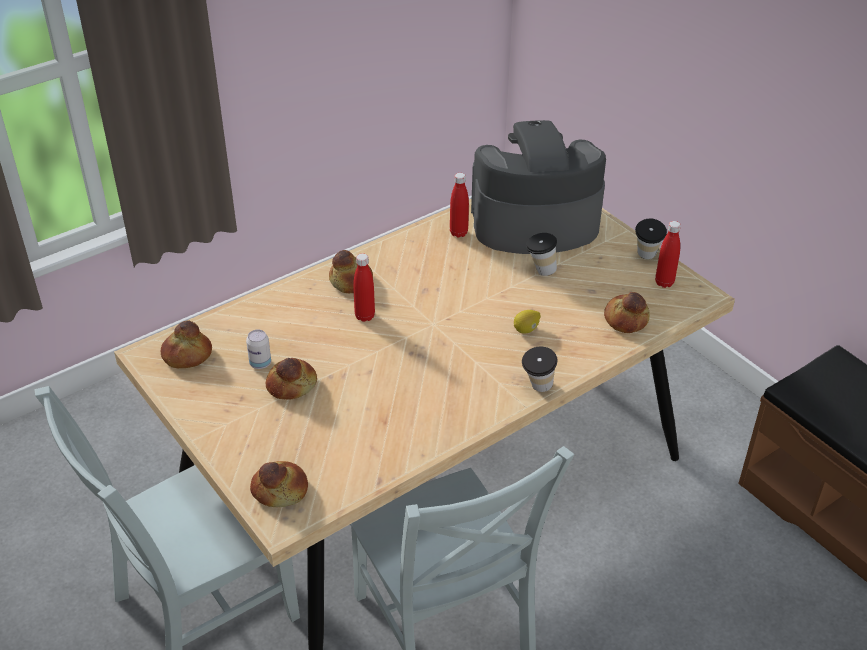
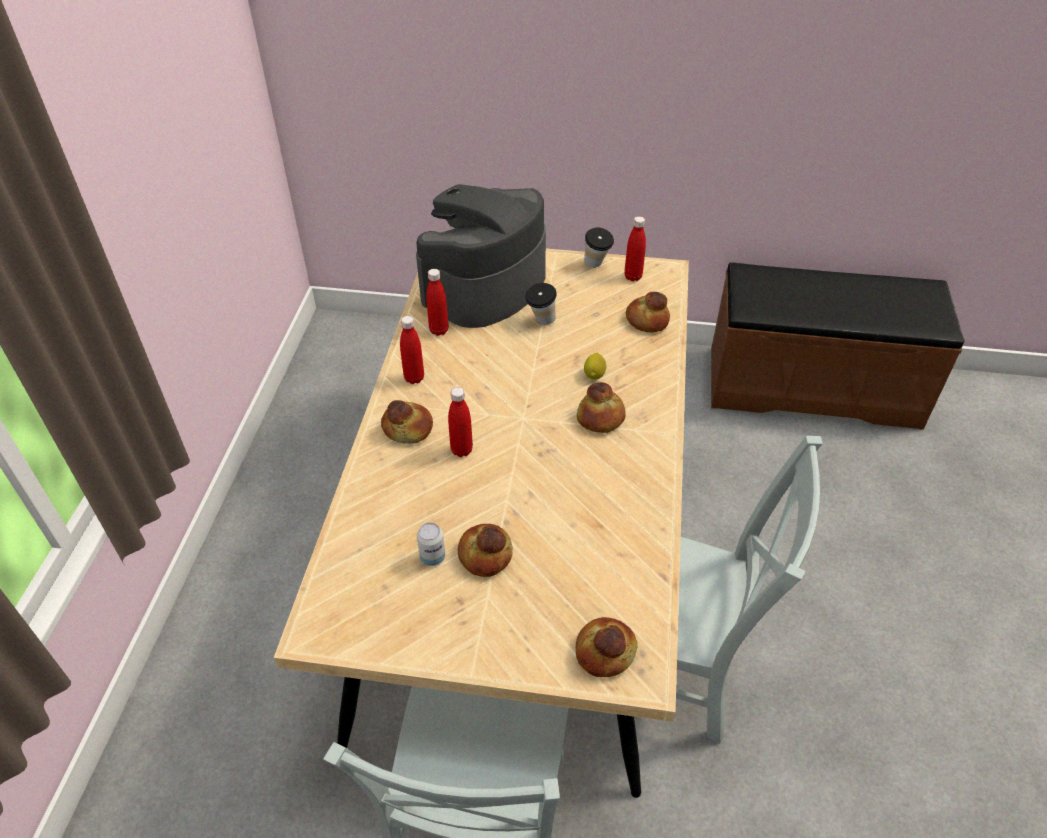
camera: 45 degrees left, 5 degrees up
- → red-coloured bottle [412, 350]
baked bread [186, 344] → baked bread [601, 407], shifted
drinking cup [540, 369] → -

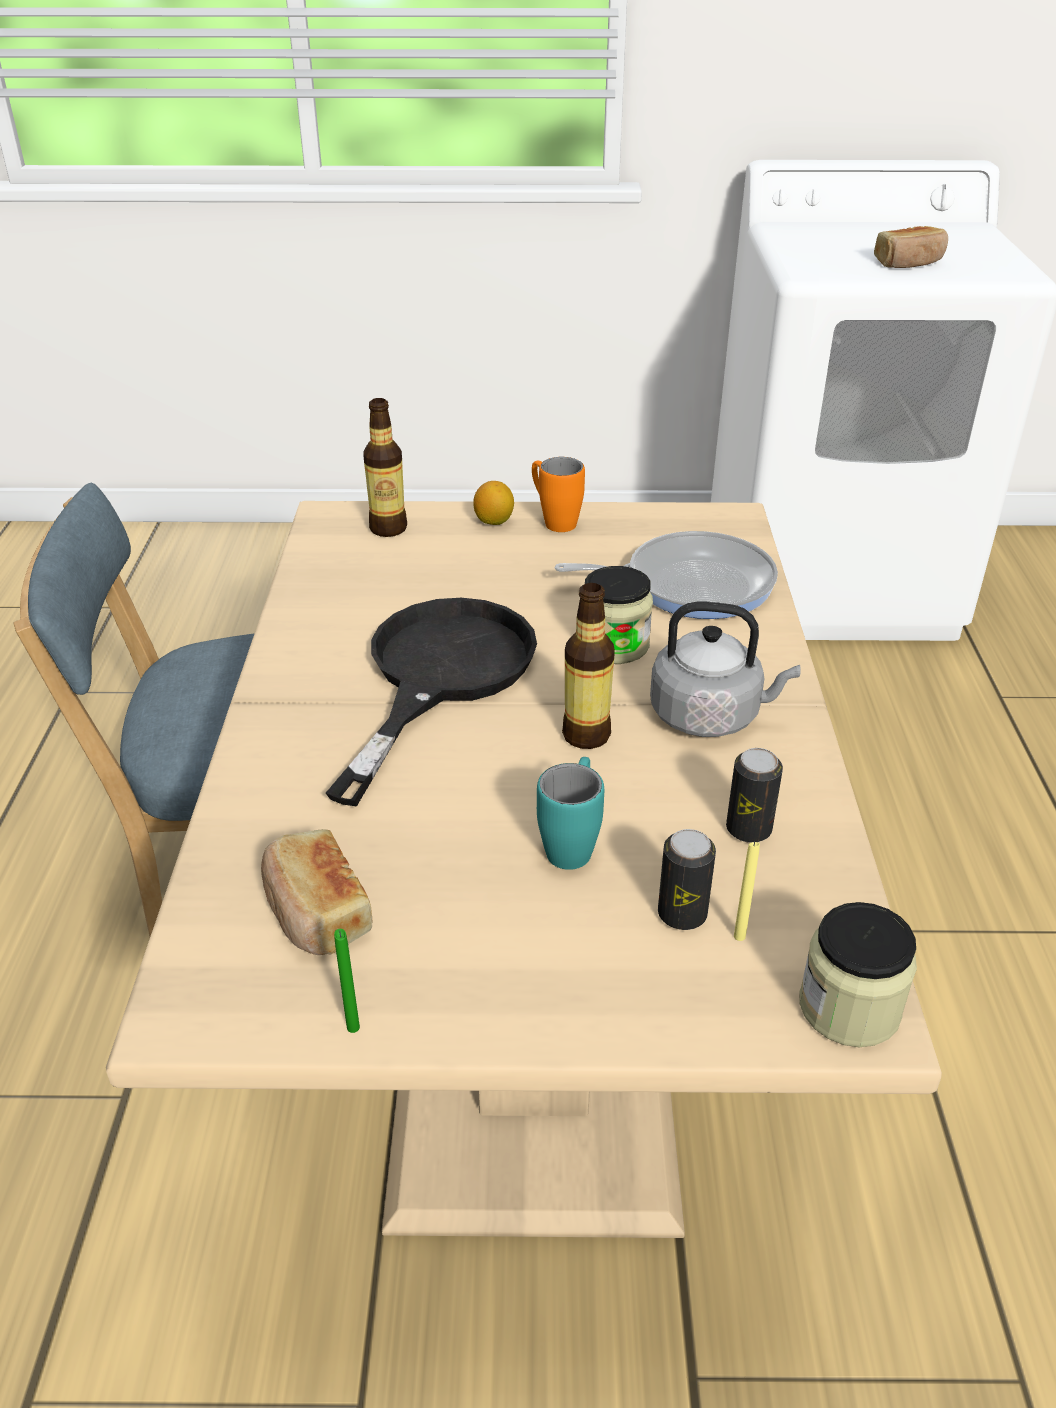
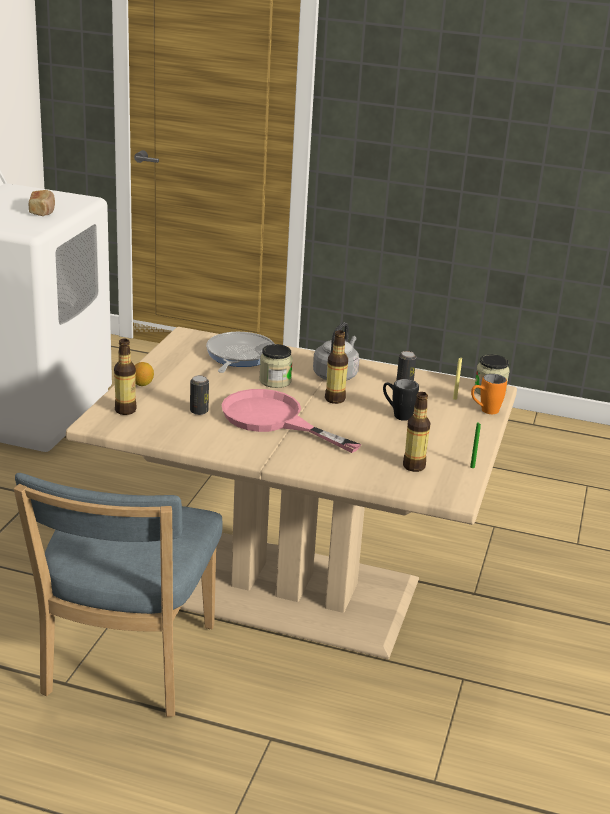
camera: 75 degrees left, 10 degrees down
sealed can [687, 879] → sealed can [199, 395], shifted
black skillet [431, 702] → pink-coloured skillet [291, 421]
turquoise mug [570, 813] → black mug [401, 400]
baked bread [316, 892] → bottle [417, 432]
orange-coloured mug [558, 494] → orange-coloured mug [489, 394], shifted

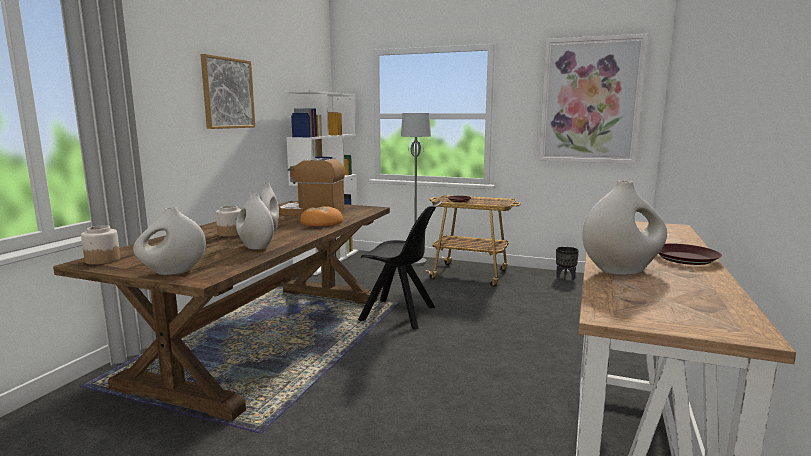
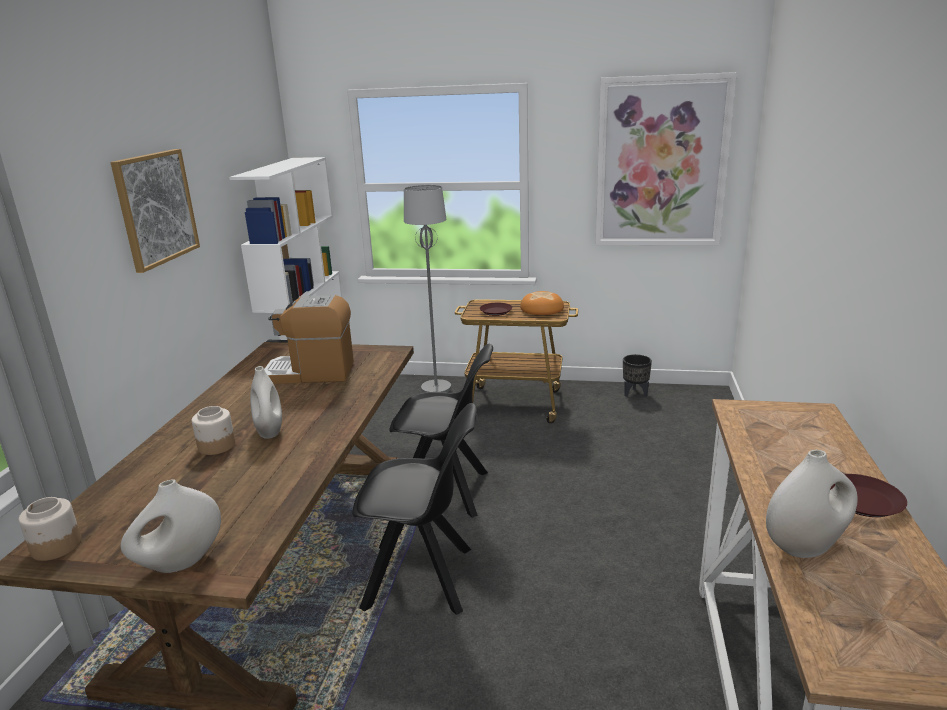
camera: 10 degrees left, 10 degrees up
- → black upright chair [414, 509]
baked bread [321, 216] → baked bread [542, 303], shifted
white-coloured flower vase [255, 221] → -

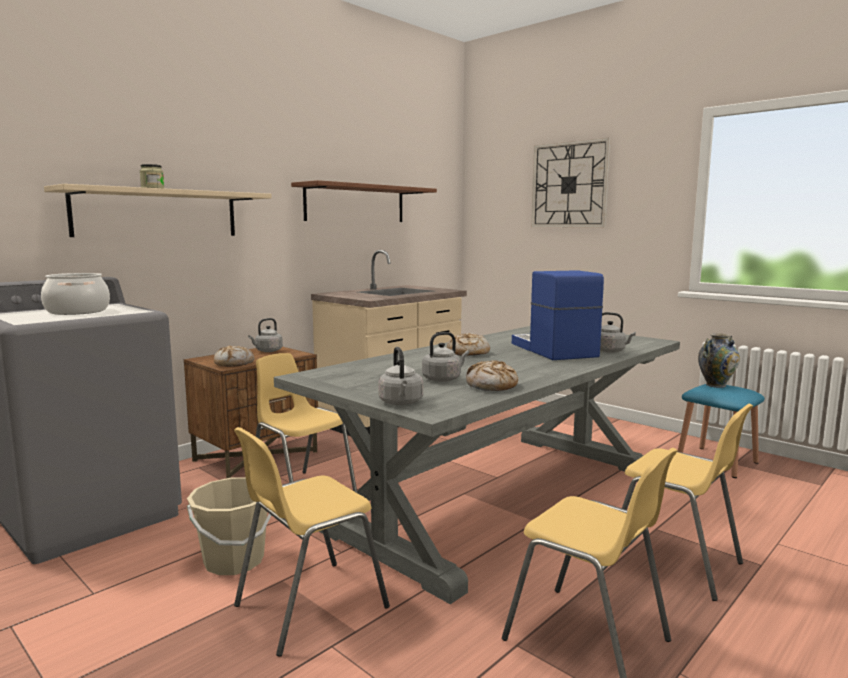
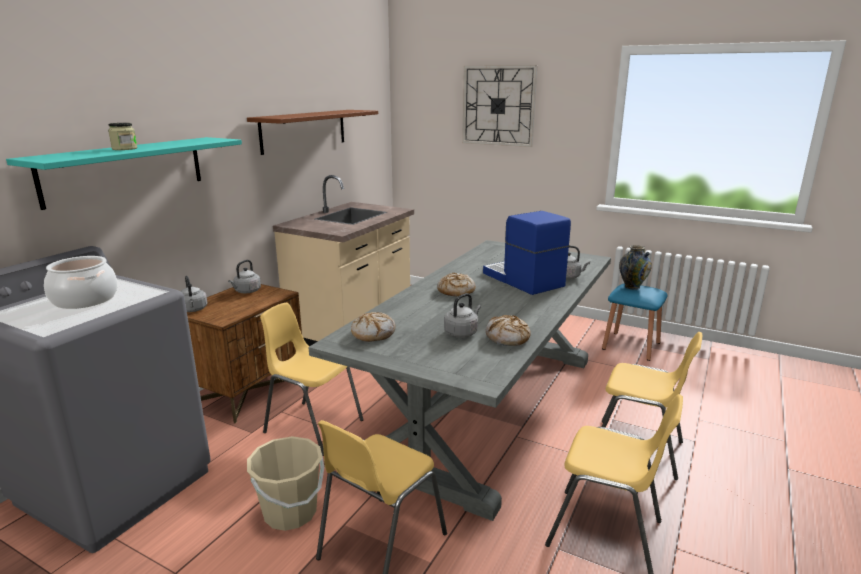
camera: 15 degrees left, 10 degrees up
beige-coloured shelf [158, 210] → turquoise shelf [124, 173]
grey kettle [400, 376] → grey kettle [193, 294], shifted
baked bread [234, 356] → baked bread [373, 327], shifted

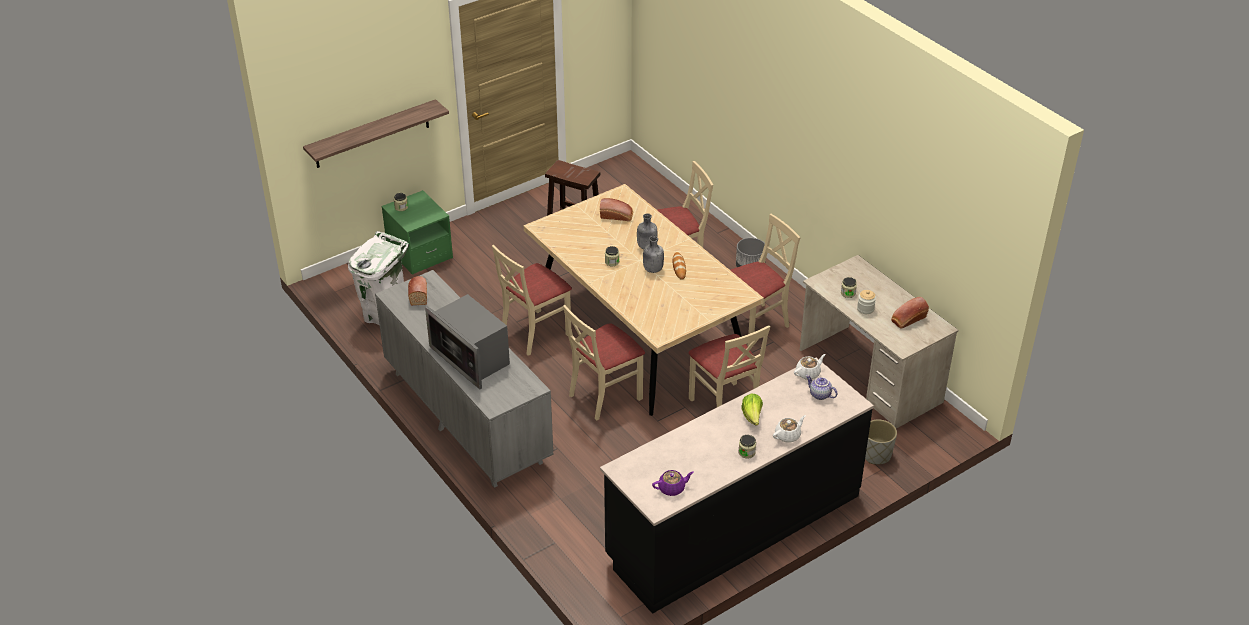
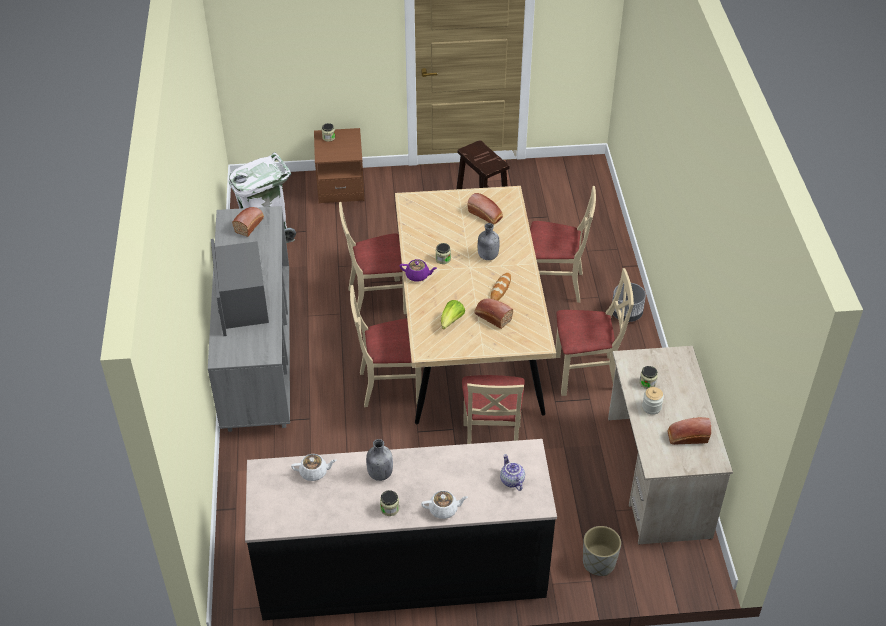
camera: 30 degrees right, 5 degrees up
white-coloured tea pot [810, 367] → white-coloured tea pot [314, 467], shifted
green-coloured night table [417, 232] → brown-coloured night table [339, 165]
grey bottle [653, 254] → grey bottle [379, 460], shifted
purplish tea pot [673, 483] → purplish tea pot [418, 270], shifted
head of lettuce [752, 410] → head of lettuce [453, 314], shifted
- → baked bread [493, 313]
shelf [376, 133] → -

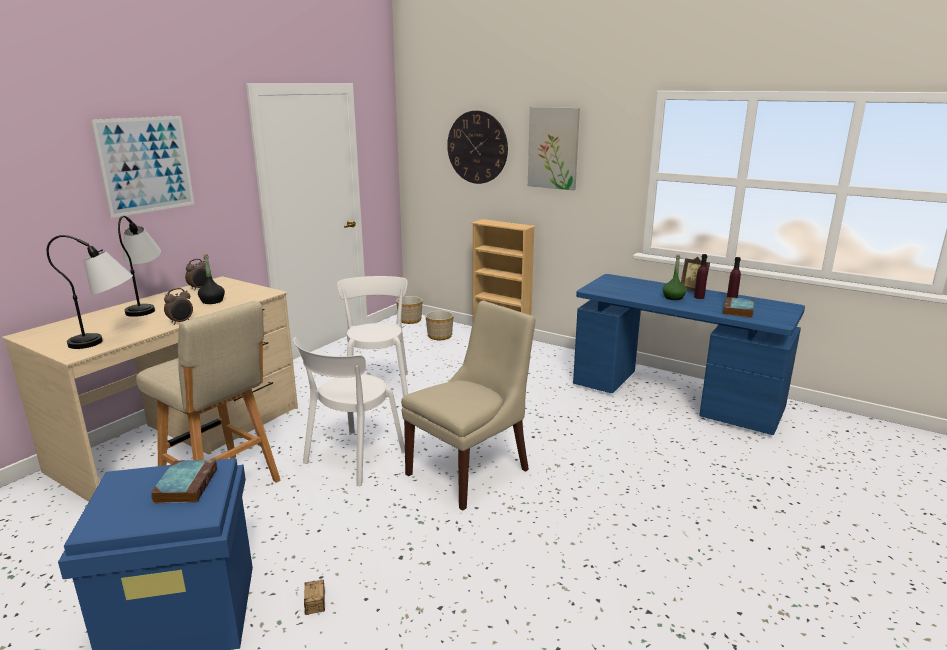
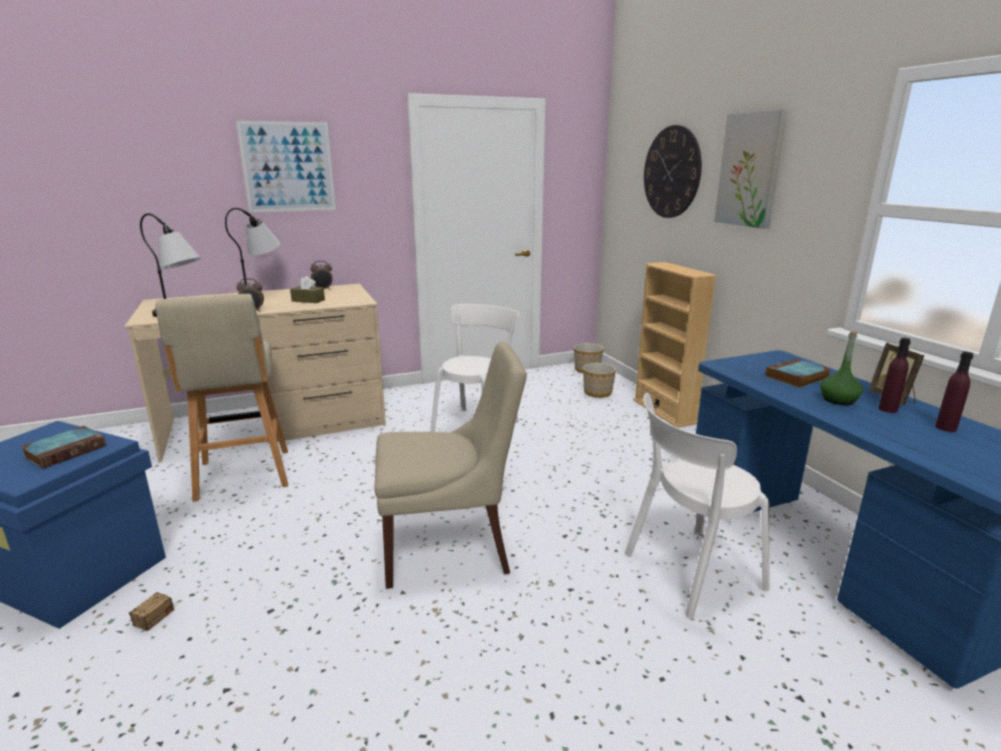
camera: 35 degrees right, 0 degrees up
black bottle [211, 279] → brown-coloured tissue holder [307, 289]
white-coloured upright chair [349, 411] → white-coloured upright chair [697, 506], shifted
bound book [738, 307] → bound book [798, 373], shifted

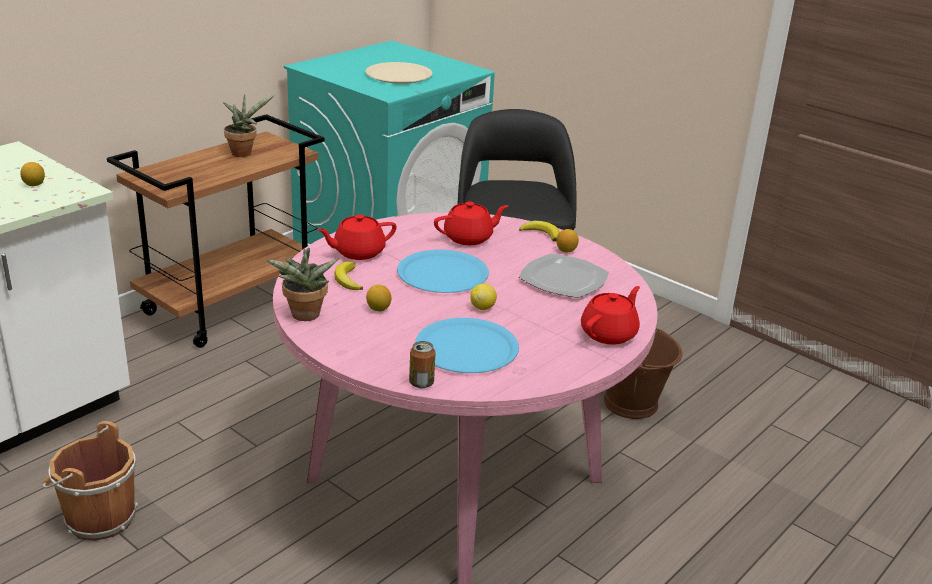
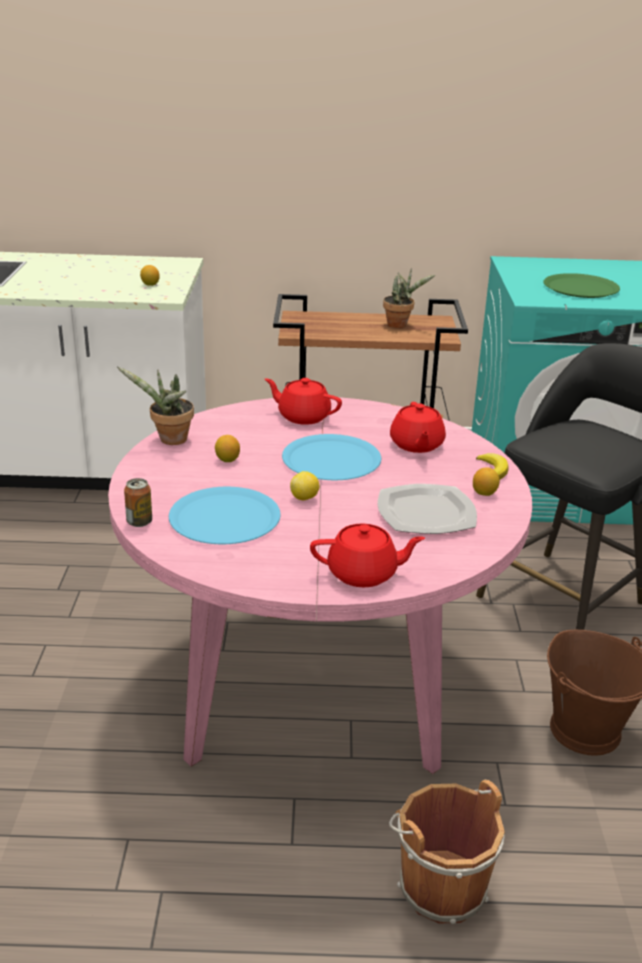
camera: 50 degrees right, 0 degrees up
brown-coloured bucket [90, 481] → brown-coloured bucket [447, 852], shifted
red-coloured tea pot [471, 223] → red-coloured tea pot [418, 427], 60 degrees clockwise
beige-coloured plate [398, 73] → green-coloured plate [581, 285]
banana [348, 275] → -

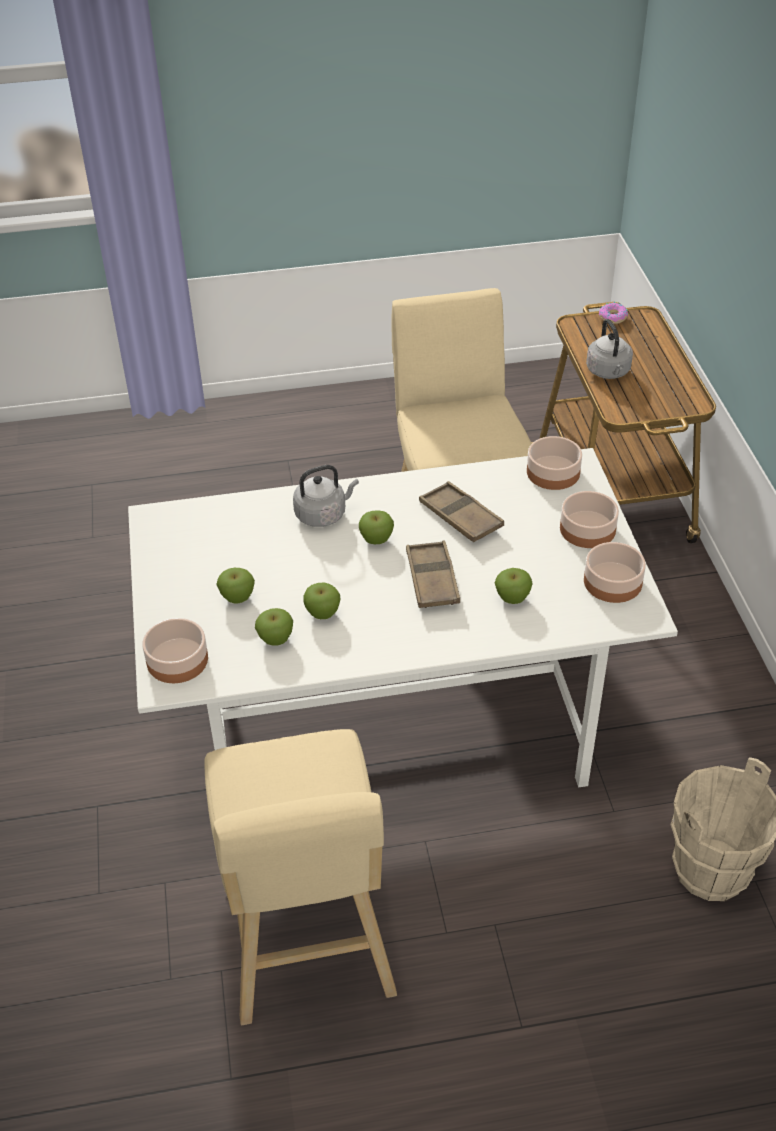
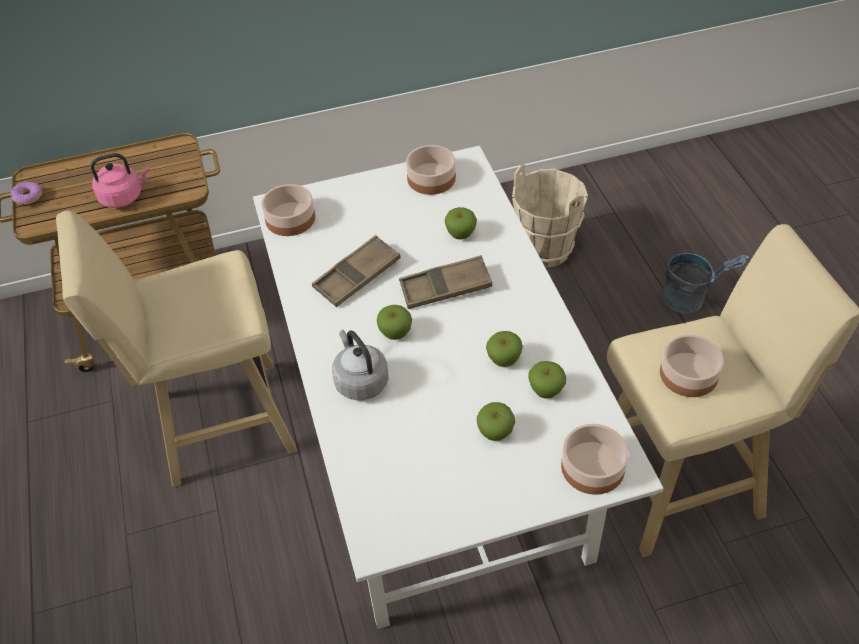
camera: 95 degrees left, 5 degrees up
grey kettle [609, 349] → pink-coloured kettle [120, 180]
bowl [589, 519] → bowl [692, 366], shifted
- → grey bucket [705, 283]

